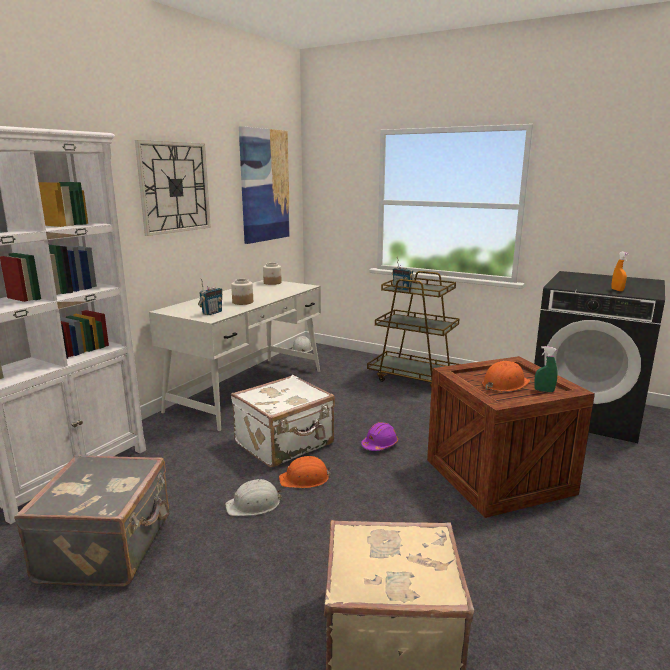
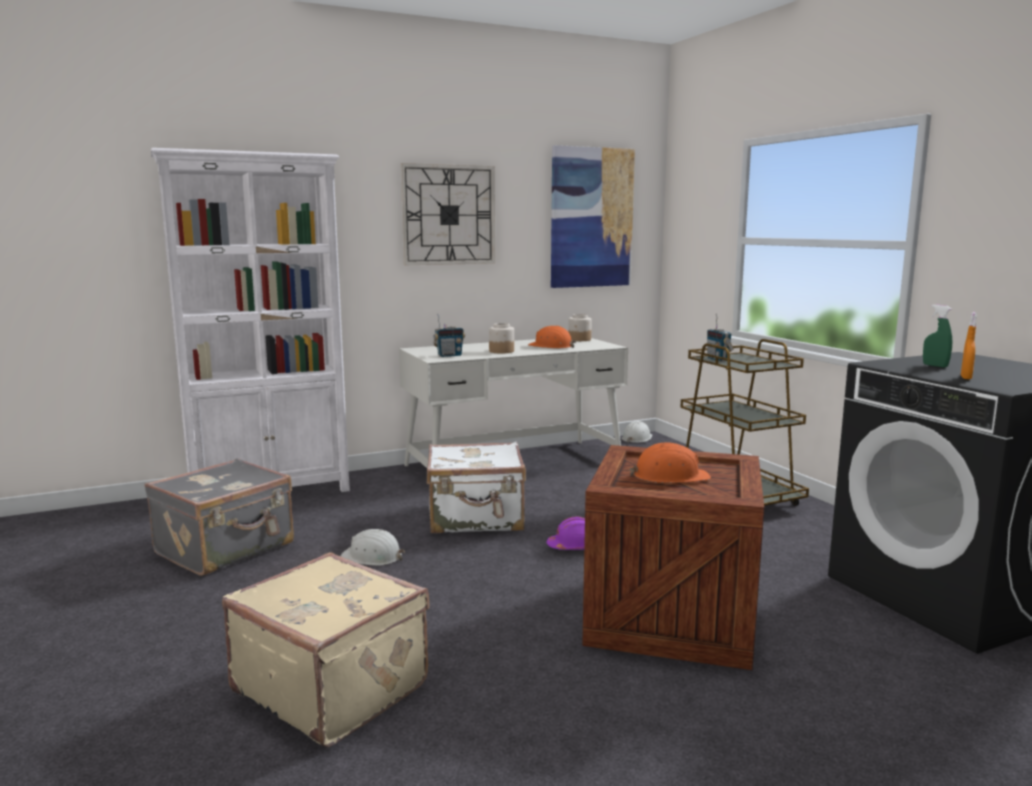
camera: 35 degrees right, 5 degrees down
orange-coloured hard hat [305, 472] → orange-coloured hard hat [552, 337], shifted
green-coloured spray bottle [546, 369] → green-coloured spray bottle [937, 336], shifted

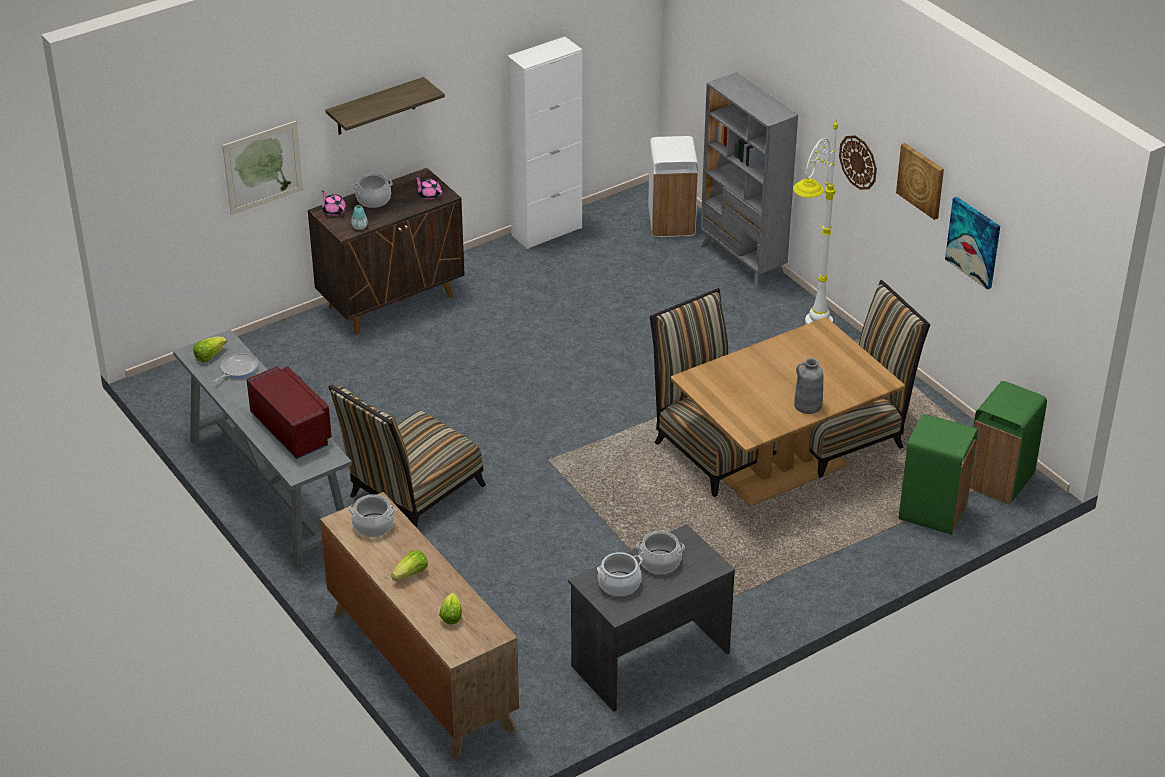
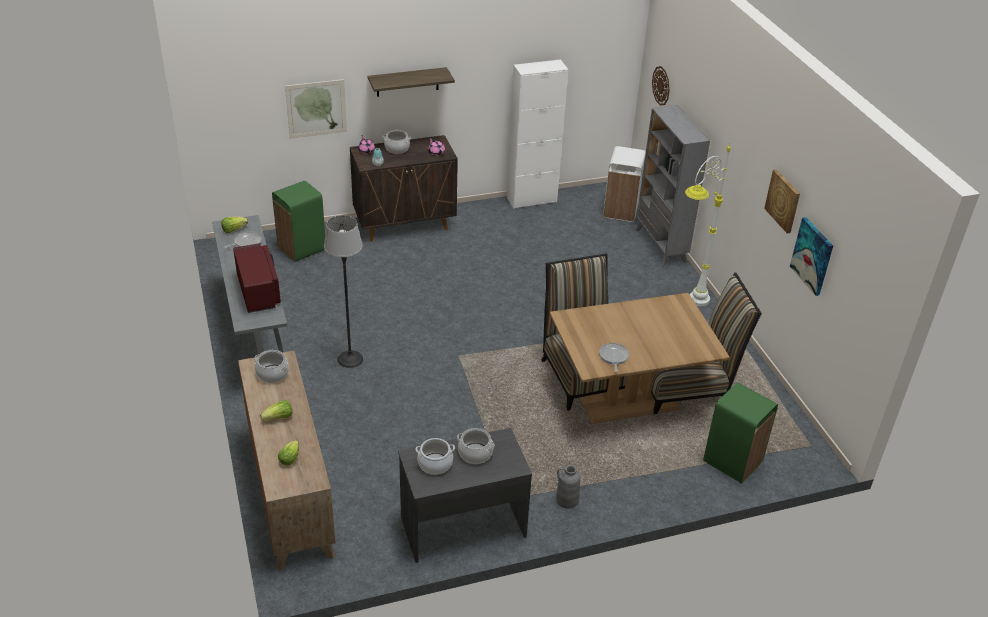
camera: 15 degrees right, 0 degrees up
green-coloured rubbish bin [1008, 442] → green-coloured rubbish bin [298, 221], shifted
upright chair [407, 456] → floor lamp [343, 291]
grey flower vase [808, 386] → grey flower vase [568, 487], shifted
- → skillet [614, 357]
clock on the wall [858, 162] → clock on the wall [661, 86], shifted

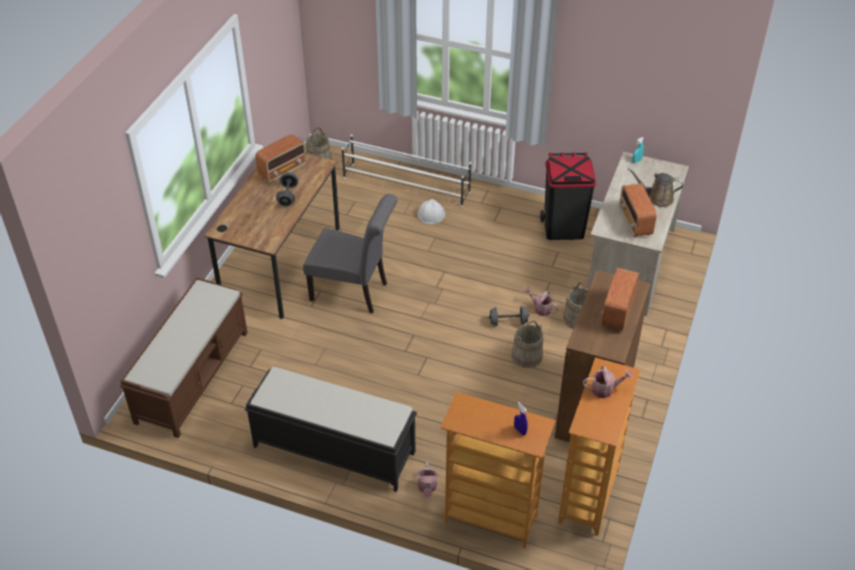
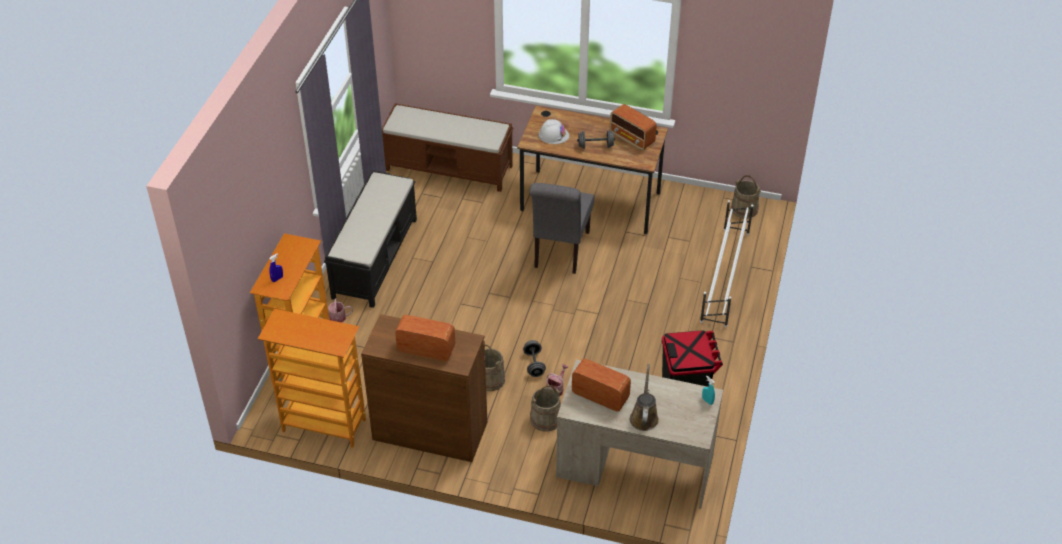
camera: 85 degrees right, 0 degrees up
white-coloured hard hat [431, 211] → white-coloured hard hat [554, 131], shifted
radio set [638, 210] → radio set [601, 385], 45 degrees clockwise
watering can [608, 382] → -

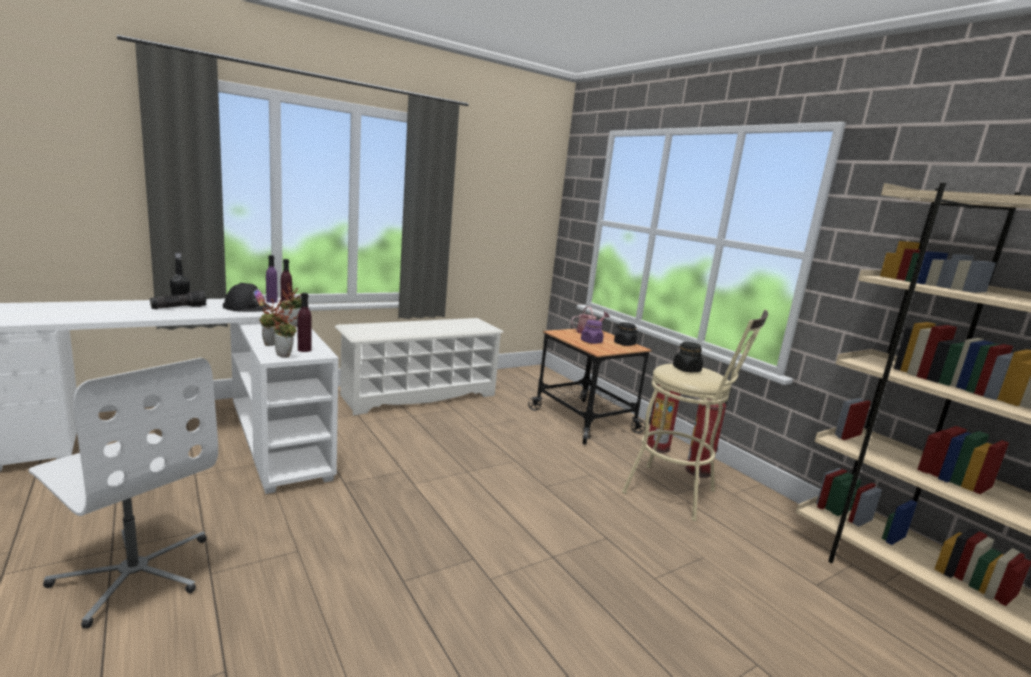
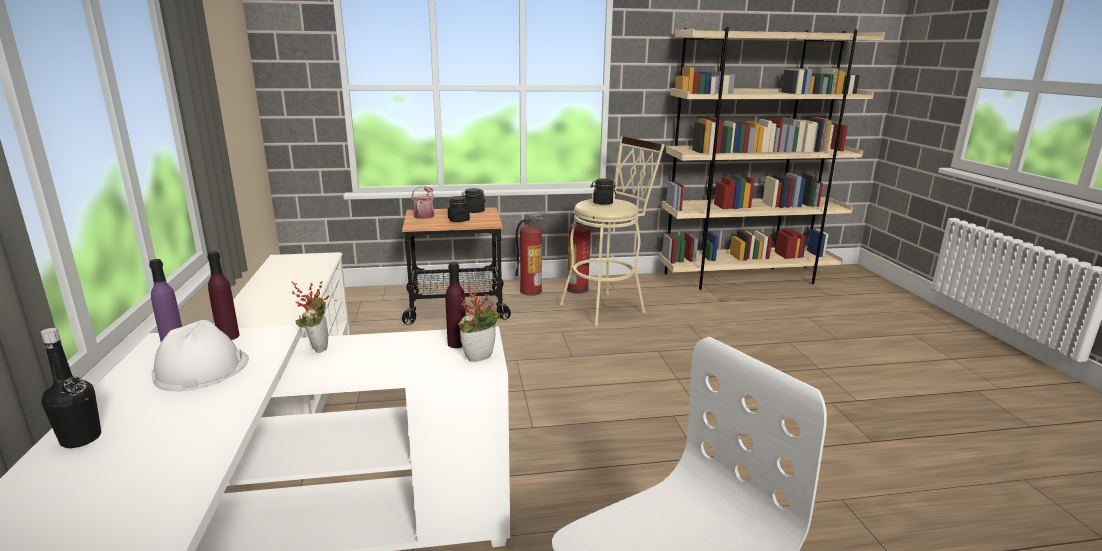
camera: 65 degrees left, 5 degrees up
black hard hat [247, 297] → white-coloured hard hat [200, 355]
purplish jar [592, 332] → black jar [459, 209]
hand torch [178, 300] → -
potted plant [271, 322] → -

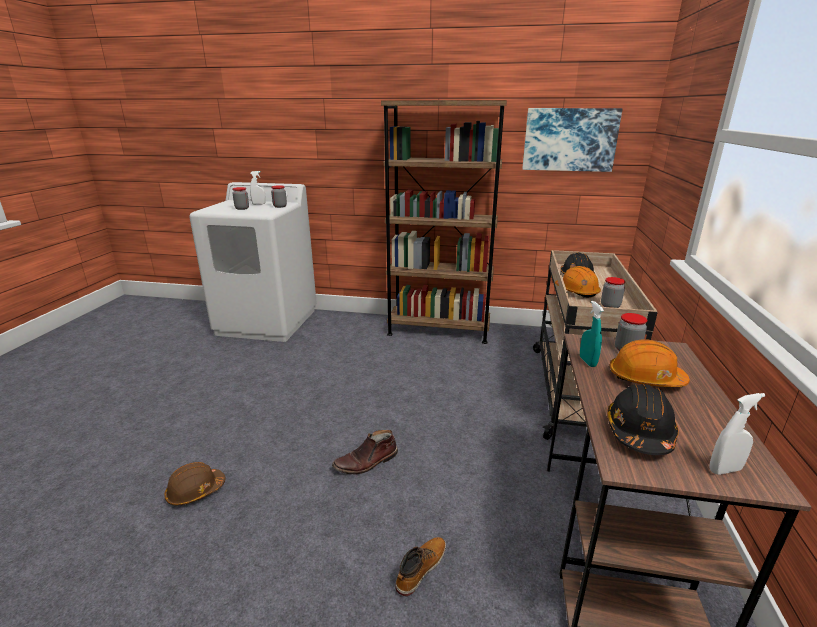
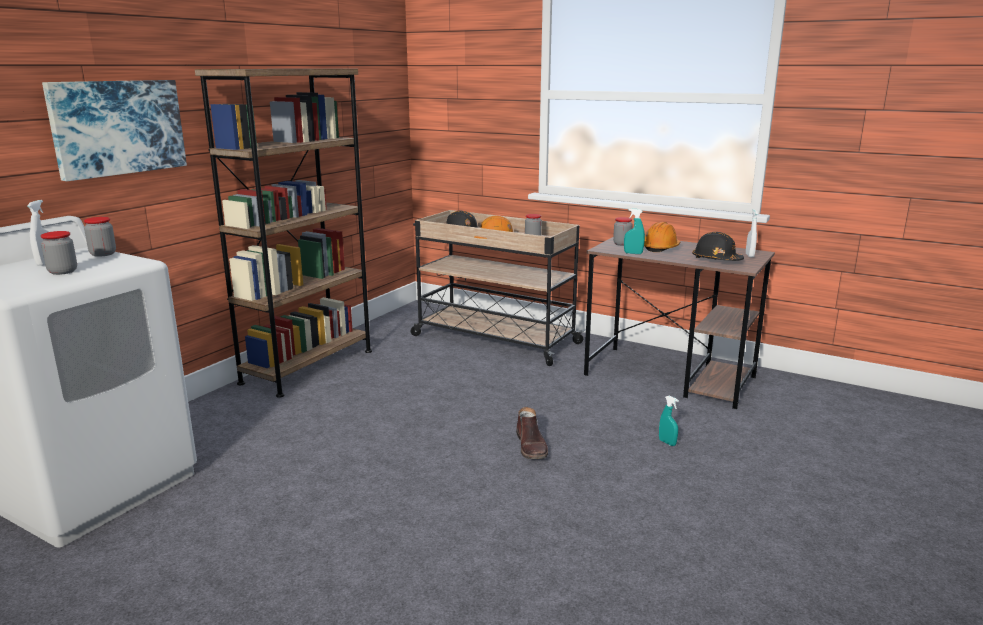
camera: 70 degrees left, 5 degrees down
wall picture [572, 140] → wall picture [114, 130], shifted
boot [420, 566] → turquoise spray bottle [669, 420]
brown-coloured hard hat [195, 483] → -

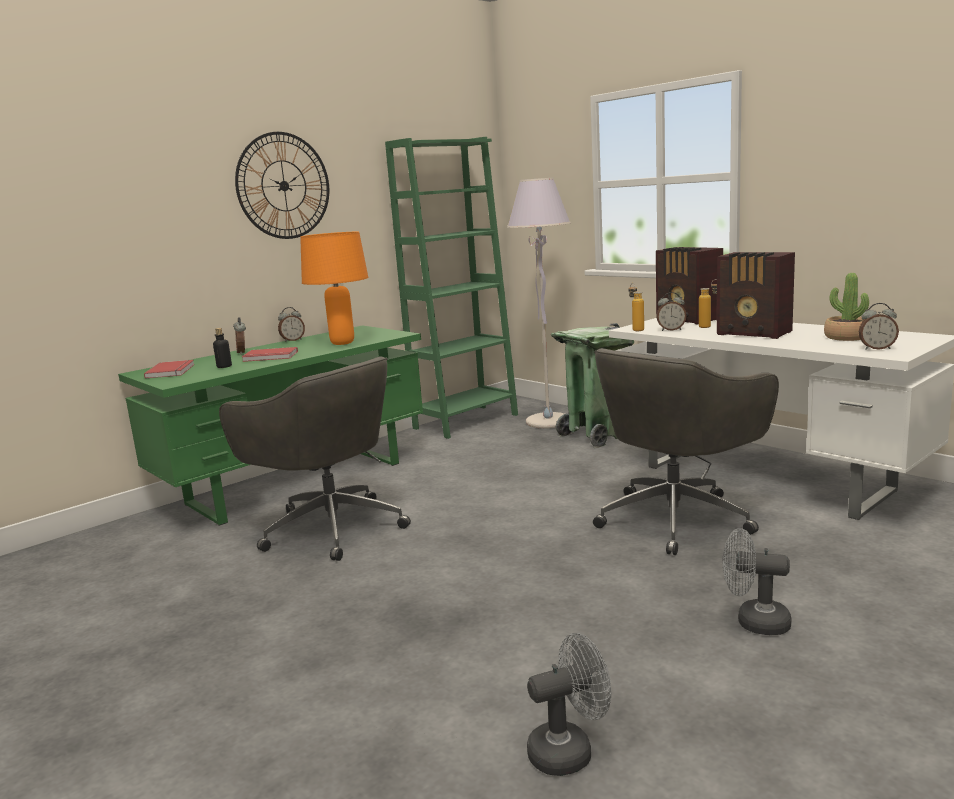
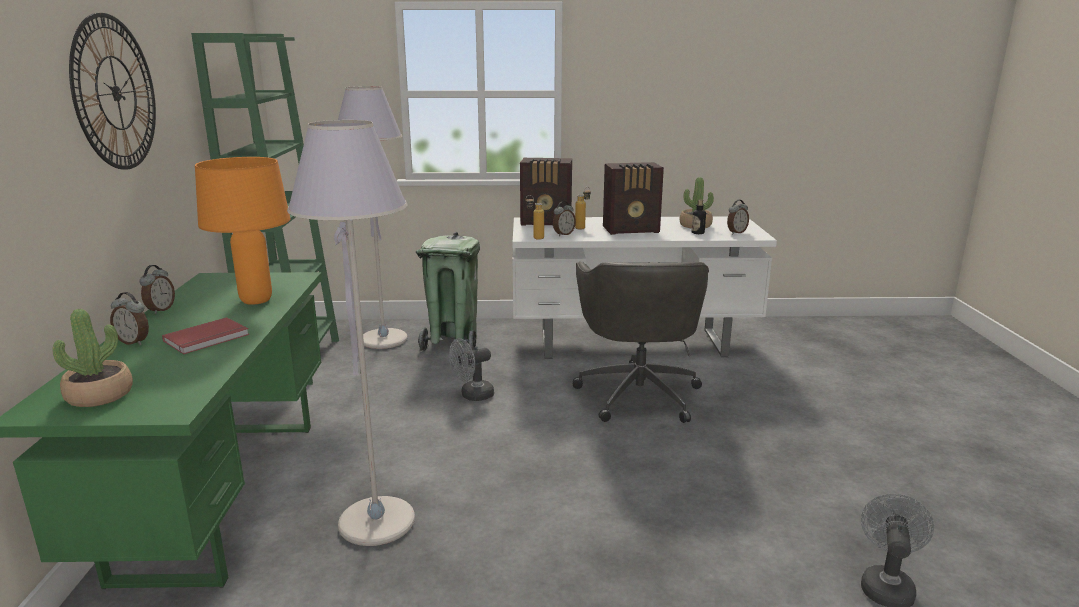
camera: 50 degrees left, 5 degrees up
red-coloured bound book [169, 369] → potted plant [93, 358]
grey office chair [315, 459] → grey floor lamp [351, 333]
grey fan [757, 581] → grey fan [471, 369], shifted
bottle [222, 348] → bottle [699, 217], shifted

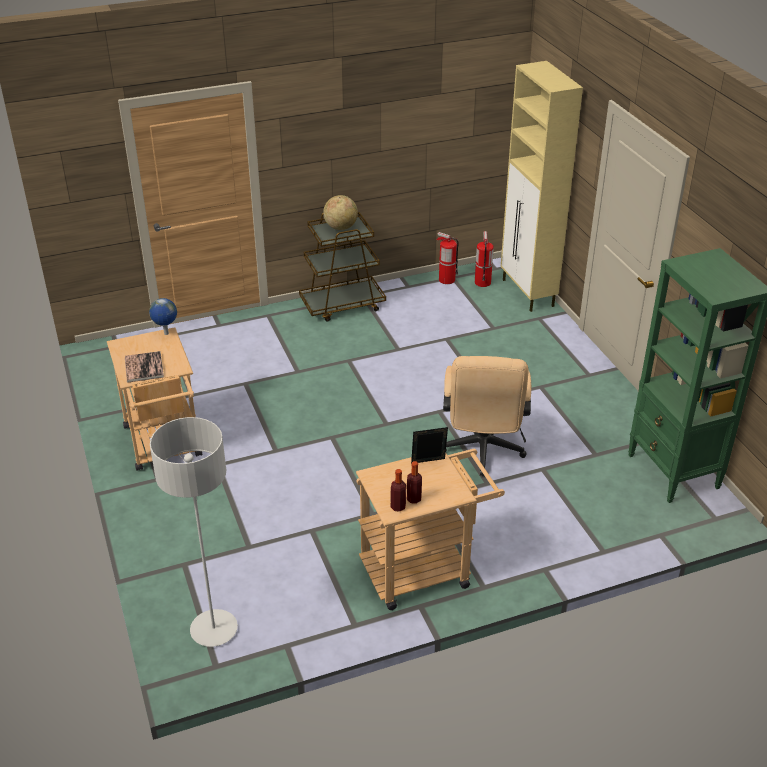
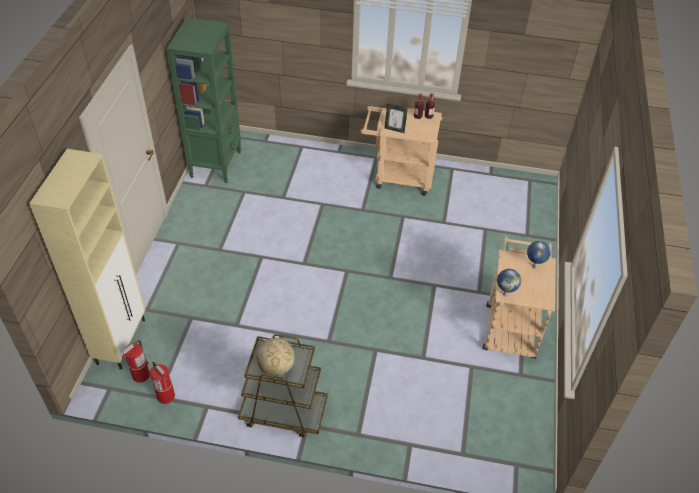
camera: 150 degrees left, 10 degrees up
bound book [144, 366] → globe [539, 254]
grey floor lamp [194, 532] → -
beige-coloured office chair [487, 416] → -

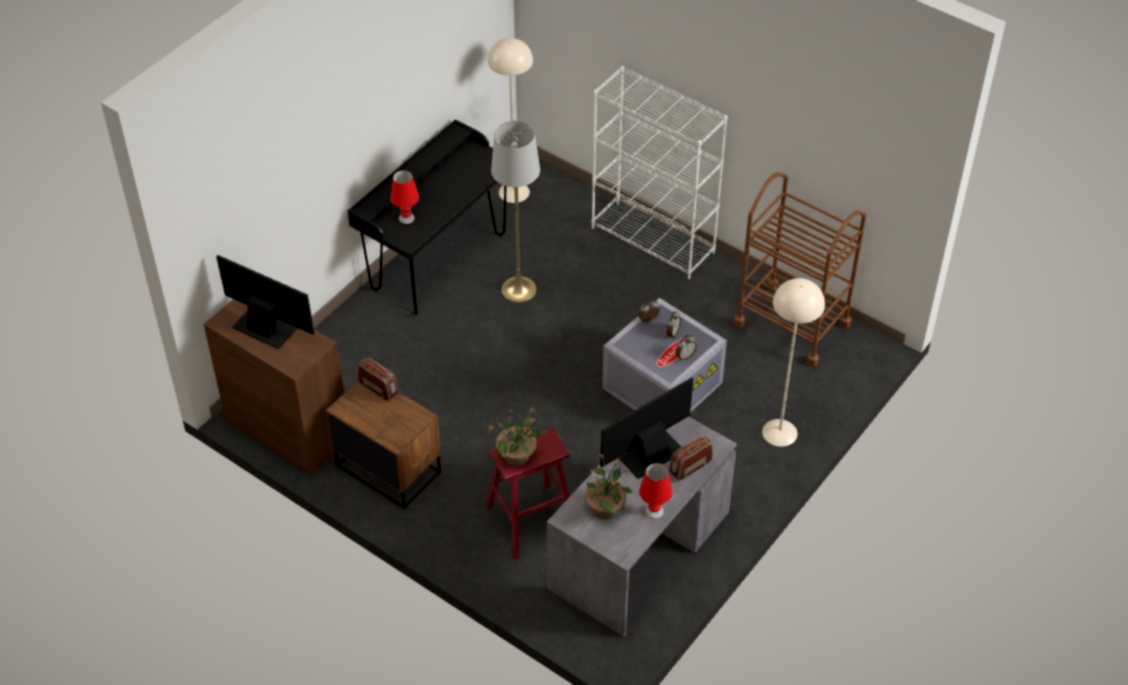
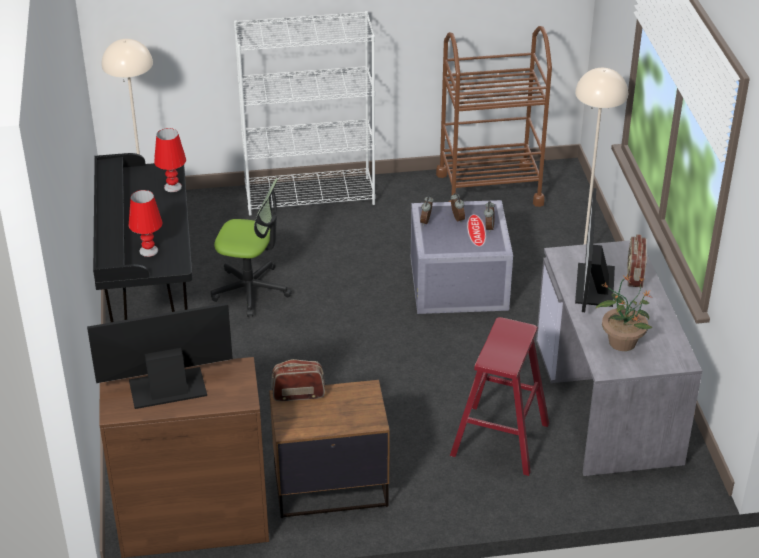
camera: 45 degrees left, 10 degrees down
red-coloured lamp for a table [655, 491] → red-coloured lamp for a table [170, 160], shifted
grey floor lamp [515, 212] → office chair [251, 247]
potted plant [518, 436] → -

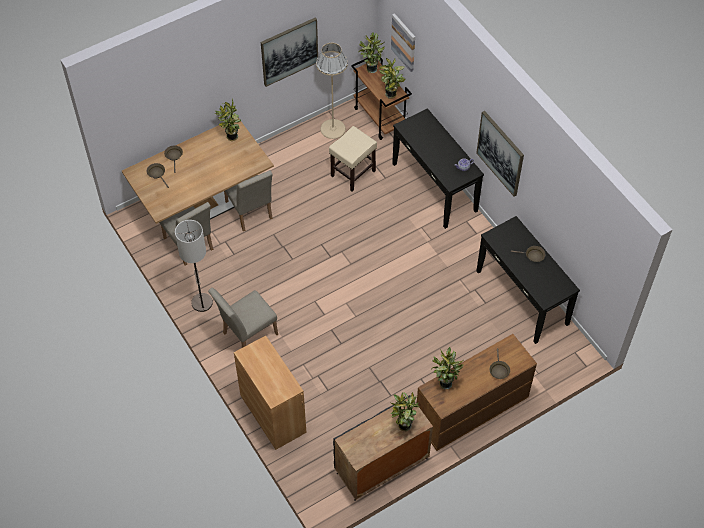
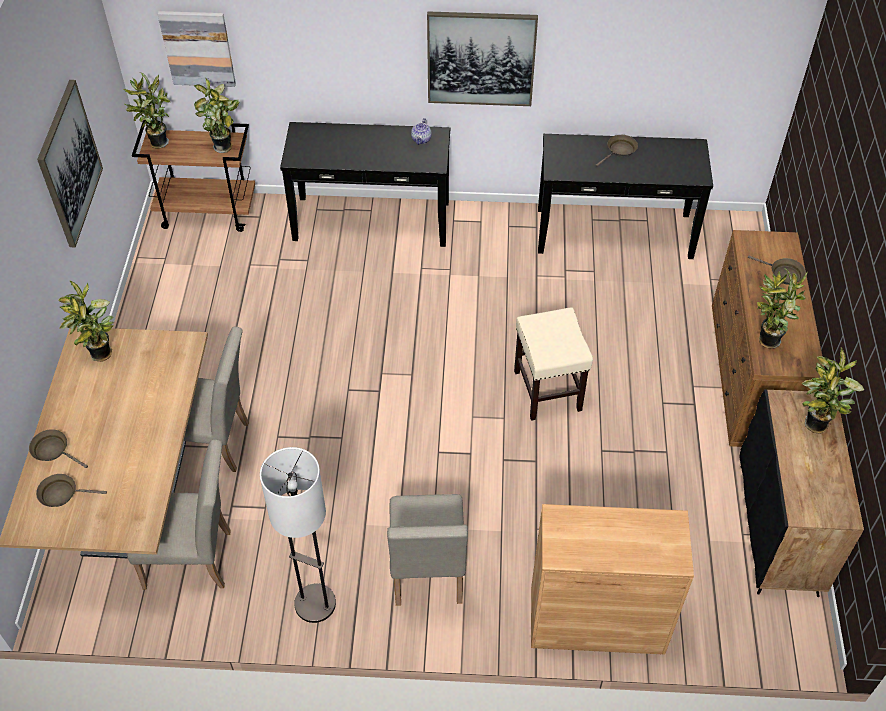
camera: 55 degrees left, 5 degrees down
beige-coloured sitting stool [353, 158] → beige-coloured sitting stool [553, 364], shifted
beige-coloured floor lamp [332, 91] → -

